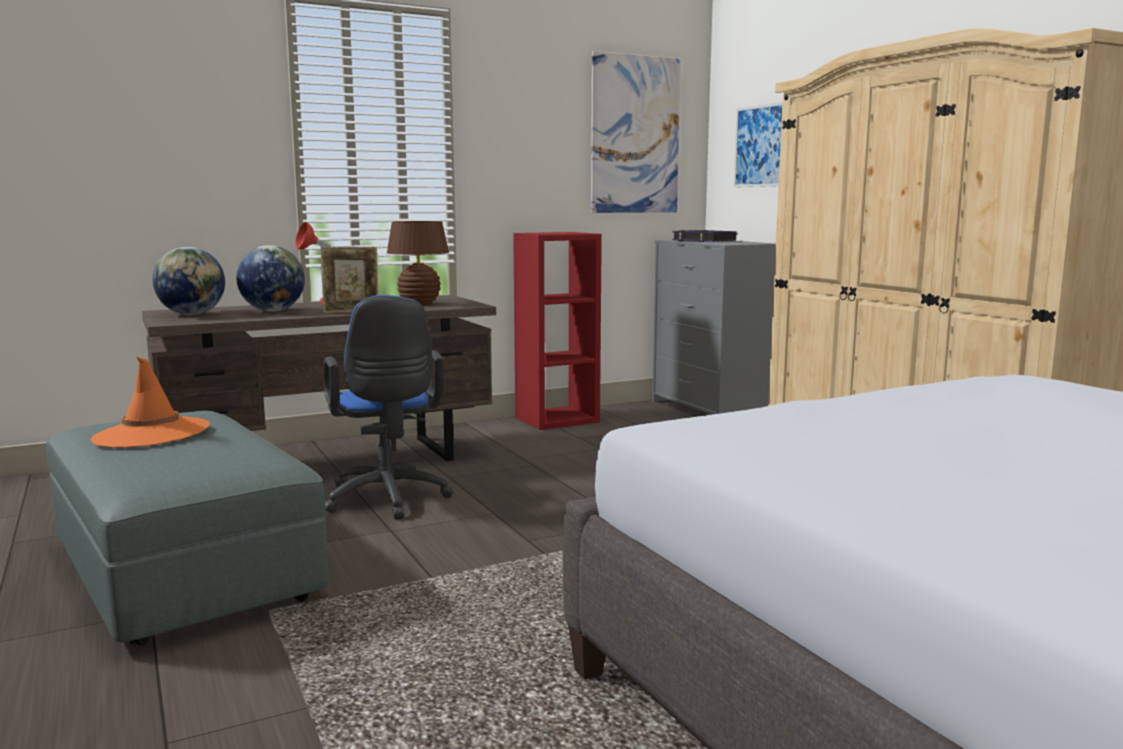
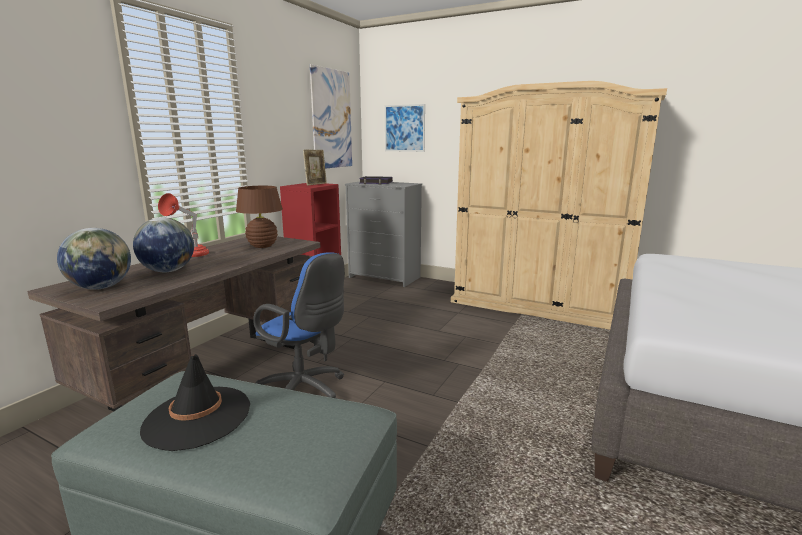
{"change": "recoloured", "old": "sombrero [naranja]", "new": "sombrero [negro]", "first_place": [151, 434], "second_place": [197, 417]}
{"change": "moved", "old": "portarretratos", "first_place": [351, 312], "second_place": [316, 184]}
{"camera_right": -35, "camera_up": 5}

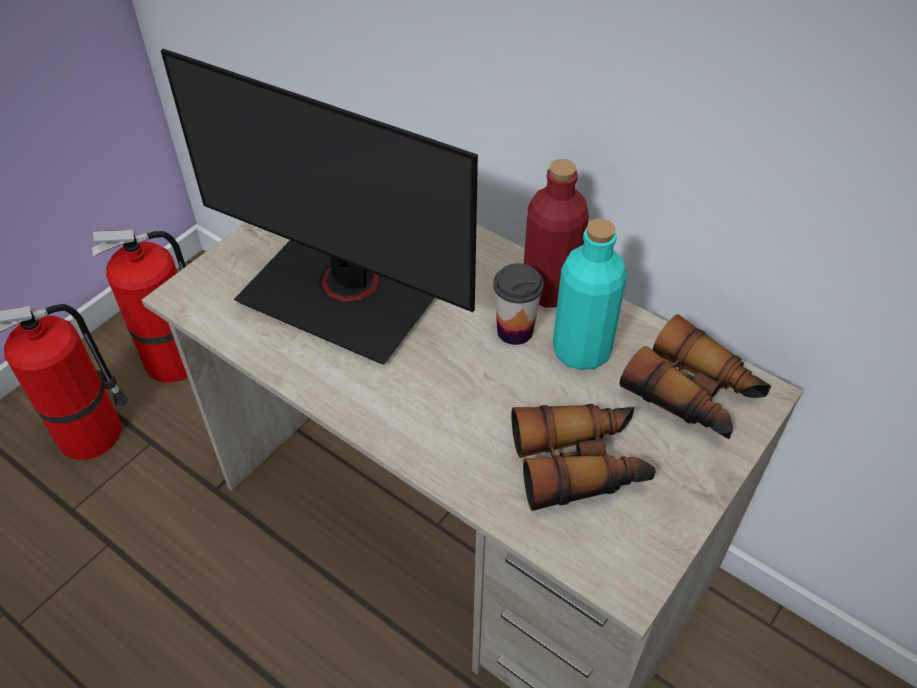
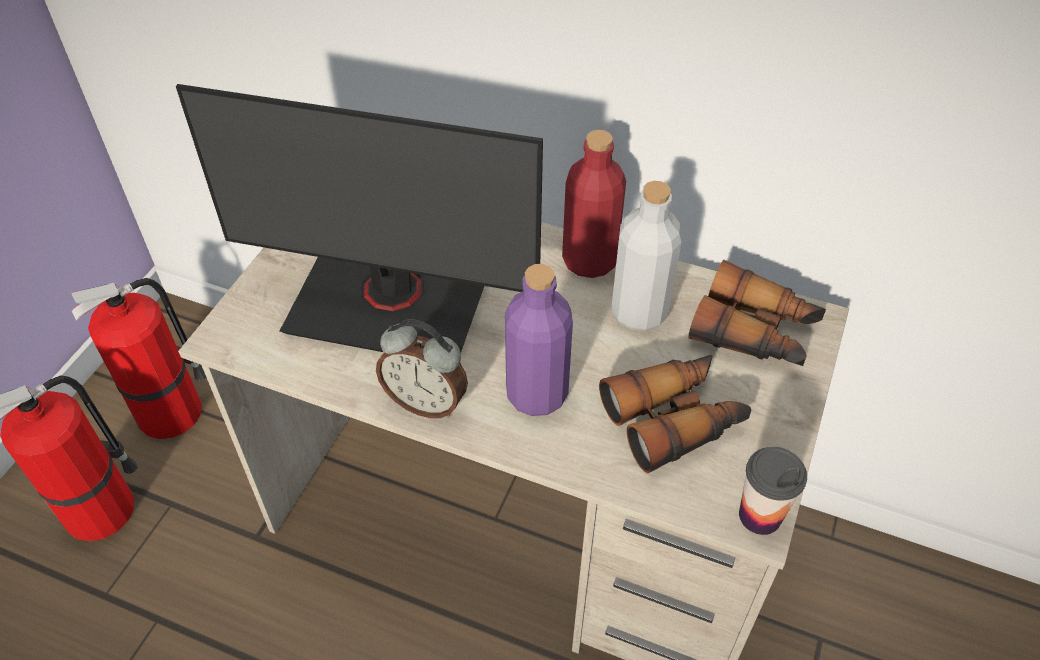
{"change": "moved", "old": "taza", "first_place": [515, 331], "second_place": [760, 515]}
{"change": "recoloured", "old": "botella [turquesa]", "new": "botella [gris]", "first_place": [581, 350], "second_place": [639, 312]}
{"change": "added", "new": "despertador", "second_place": [426, 402]}
{"change": "added", "new": "botella [morado]", "second_place": [536, 394]}
{"camera_right": -15, "camera_up": 0}

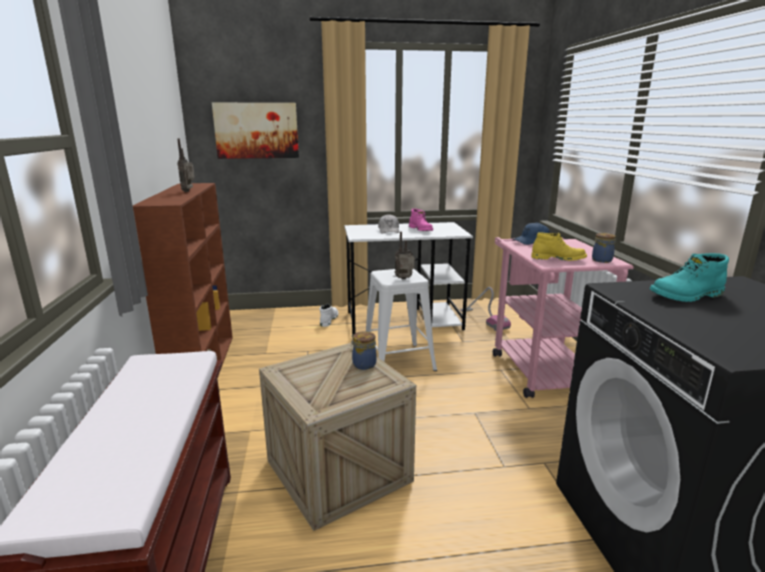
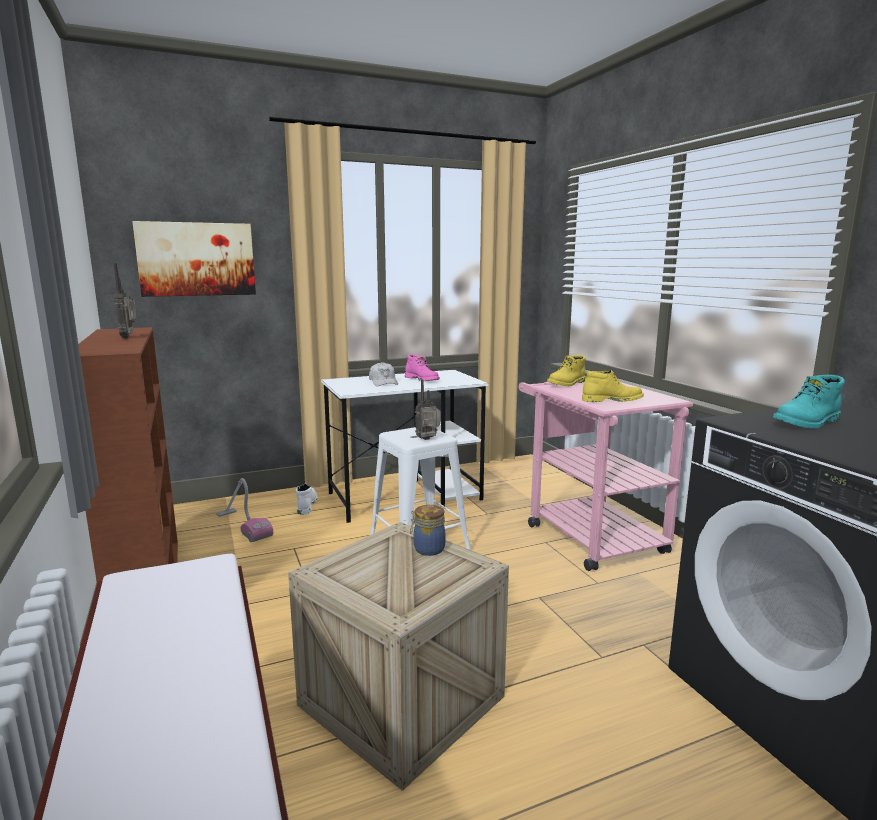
{"change": "moved", "old": "aspiradora", "first_place": [483, 319], "second_place": [243, 525]}
{"change": "replaced", "old": "gorra [azul]", "new": "bota [amarillo]", "first_place": [531, 241], "second_place": [567, 383]}
{"change": "removed", "old": "tarro", "first_place": [602, 260]}
{"camera_right": -15, "camera_up": -5}

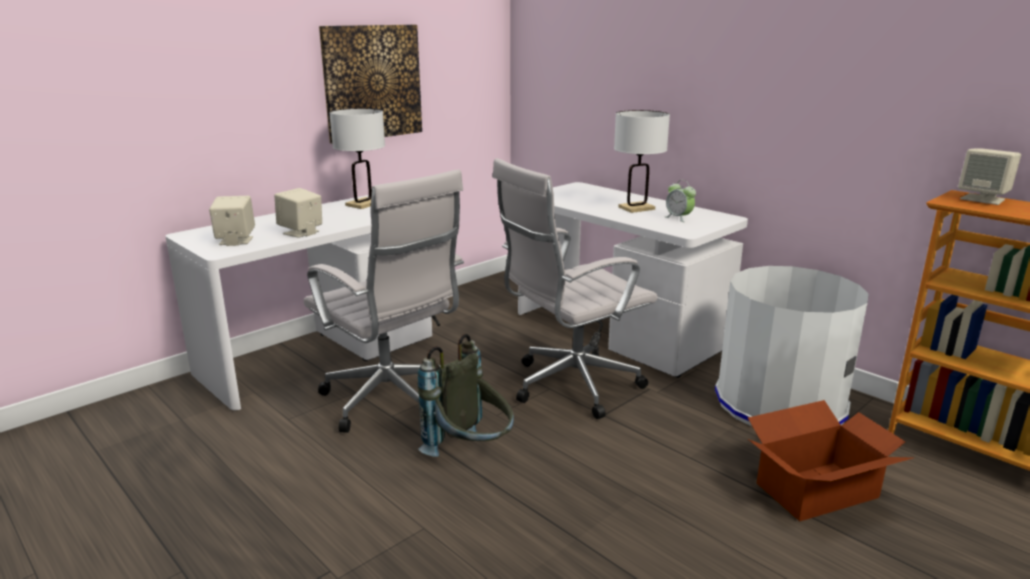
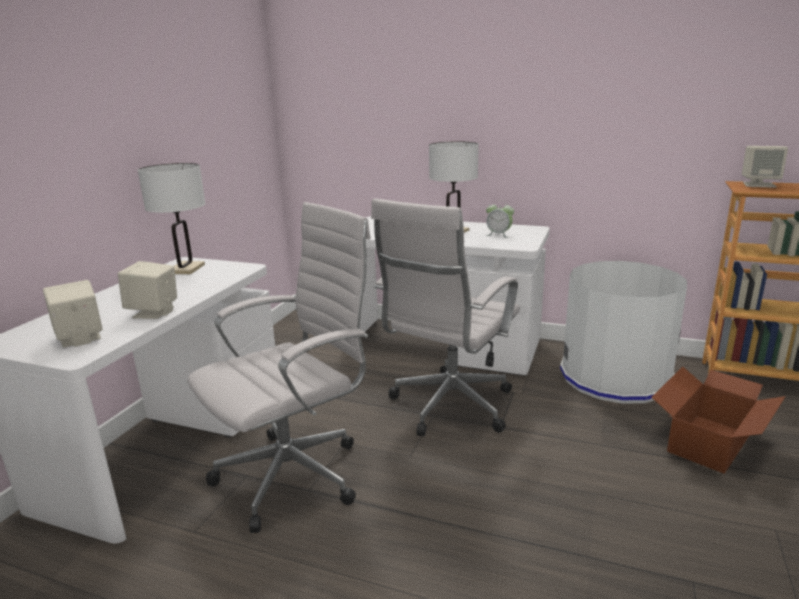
{"change": "turned", "old": "silla de oficina [blanco]", "first_place": [392, 402], "second_place": [296, 474], "degrees": -60}
{"change": "removed", "old": "cuadro", "first_place": [372, 82]}
{"change": "removed", "old": "mochila [gris]", "first_place": [471, 453]}
{"camera_right": -25, "camera_up": 0}

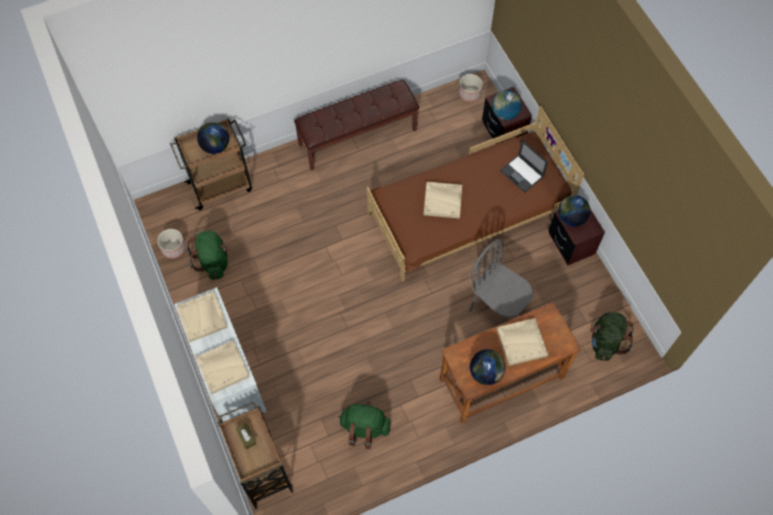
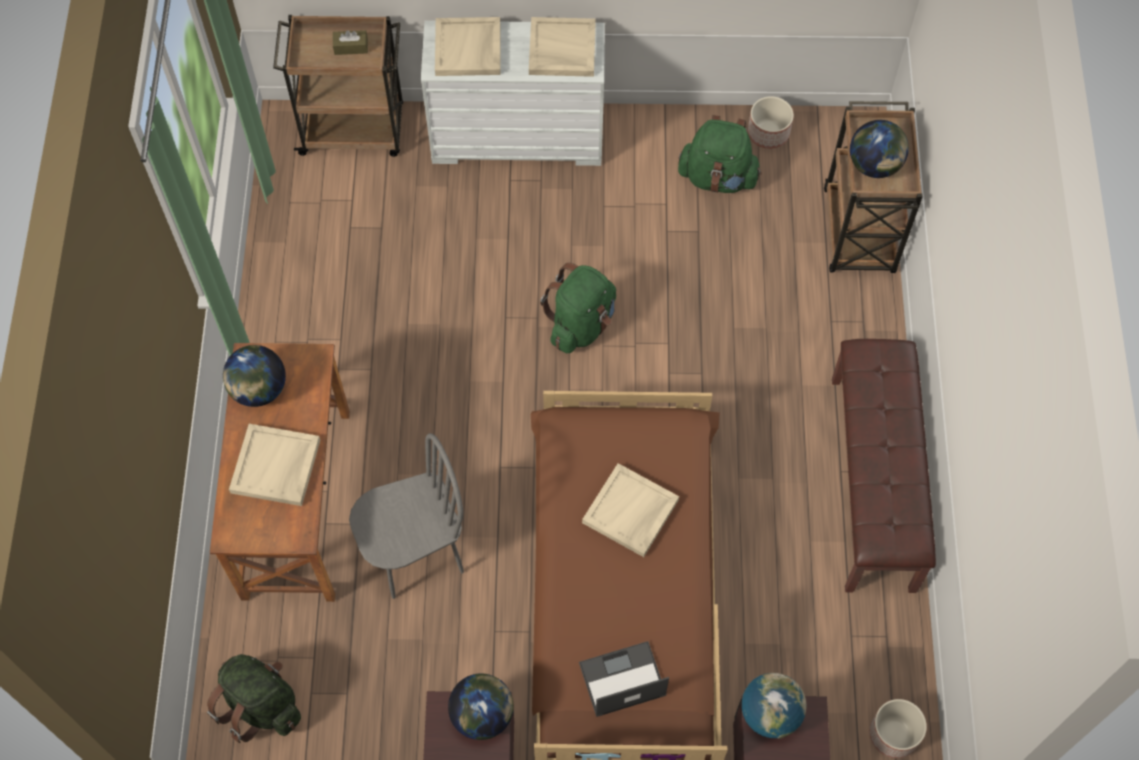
{"change": "moved", "old": "mochila [verde]", "first_place": [364, 428], "second_place": [581, 324]}
{"camera_right": 115, "camera_up": 0}

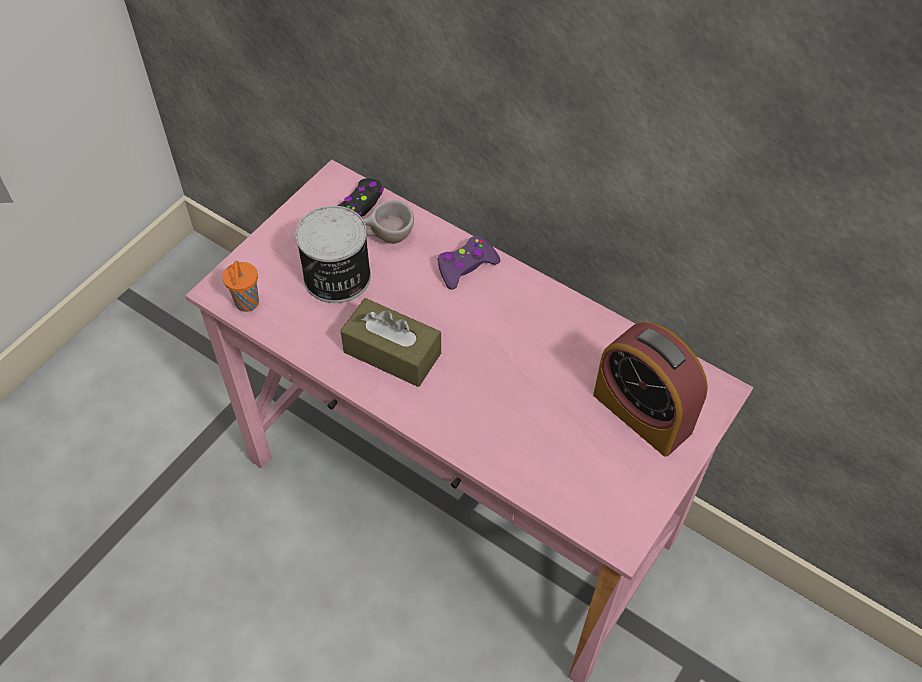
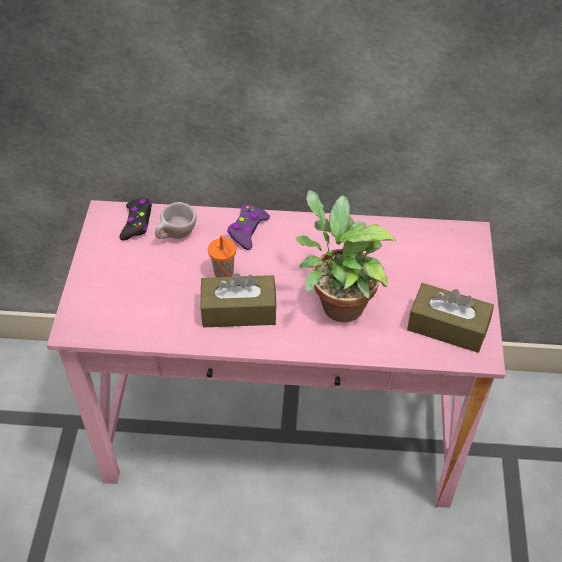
{"change": "moved", "old": "taza [naranja]", "first_place": [247, 304], "second_place": [224, 273]}
{"change": "removed", "old": "lata", "first_place": [337, 278]}
{"change": "removed", "old": "despertador", "first_place": [642, 413]}
{"change": "added", "new": "planta en maceta", "second_place": [337, 303]}
{"change": "added", "new": "caja de pañuelos [marrón]", "second_place": [447, 327]}
{"camera_right": -30, "camera_up": -5}

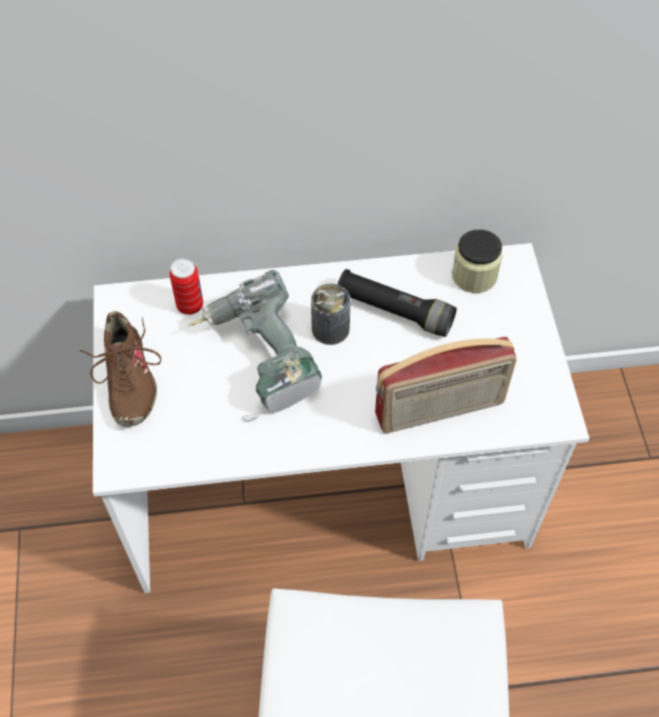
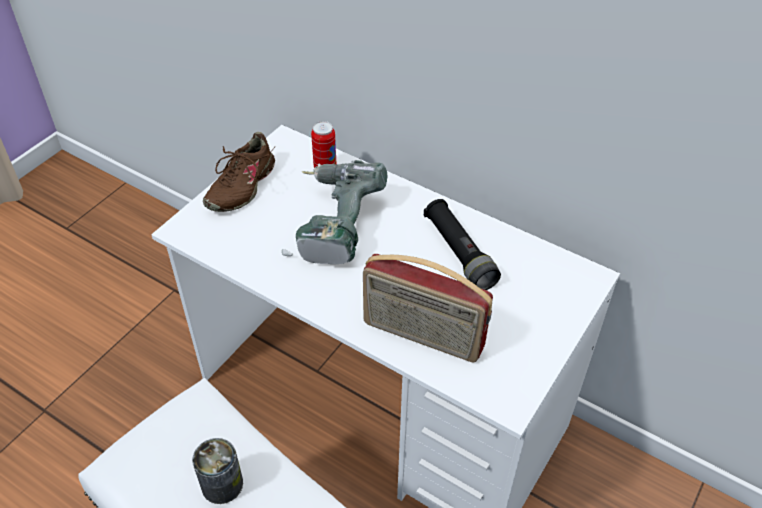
{"change": "moved", "old": "lata", "first_place": [330, 329], "second_place": [222, 484]}
{"change": "removed", "old": "tarro", "first_place": [474, 275]}
{"camera_right": 40, "camera_up": -10}

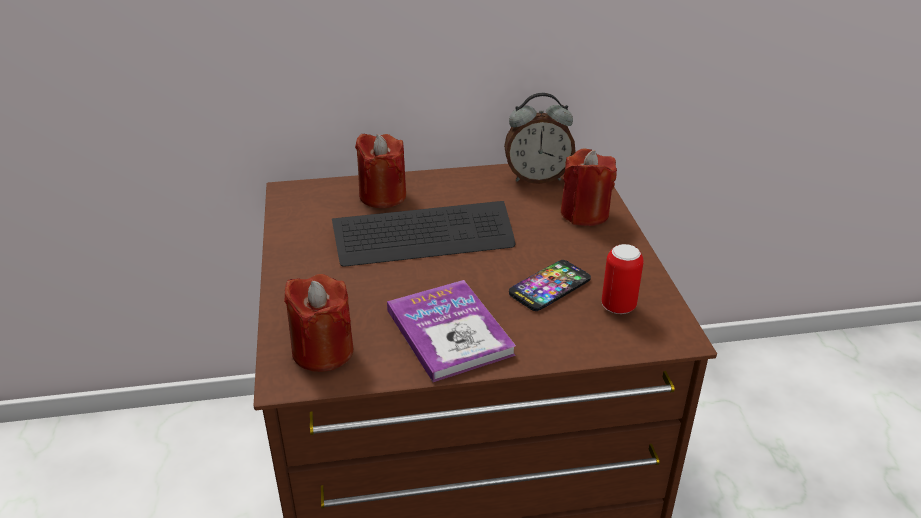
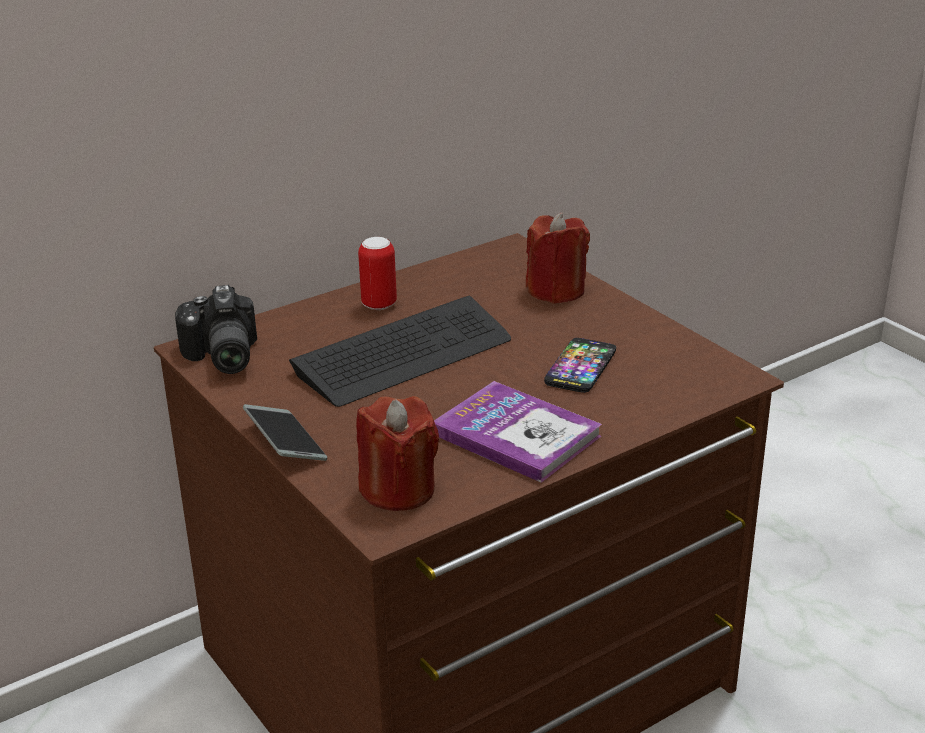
{"change": "removed", "old": "vela [rojo]", "first_place": [382, 196]}
{"change": "removed", "old": "despertador", "first_place": [537, 178]}
{"change": "moved", "old": "lata", "first_place": [618, 306], "second_place": [379, 304]}
{"change": "added", "new": "cámara", "second_place": [220, 357]}
{"change": "added", "new": "móvil", "second_place": [285, 442]}
{"camera_right": -25, "camera_up": -5}

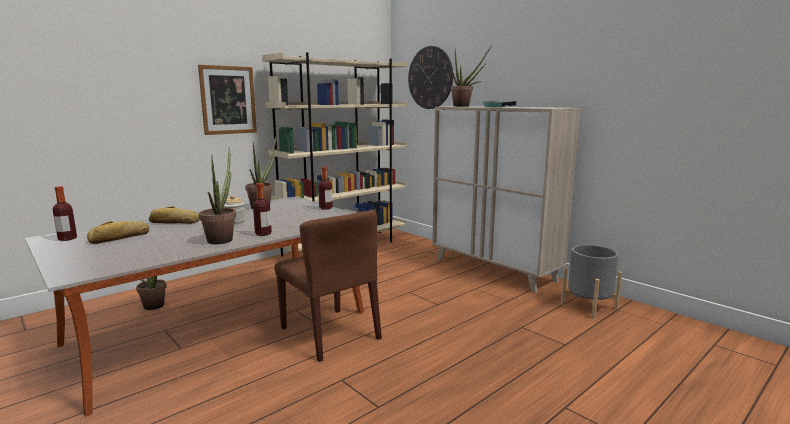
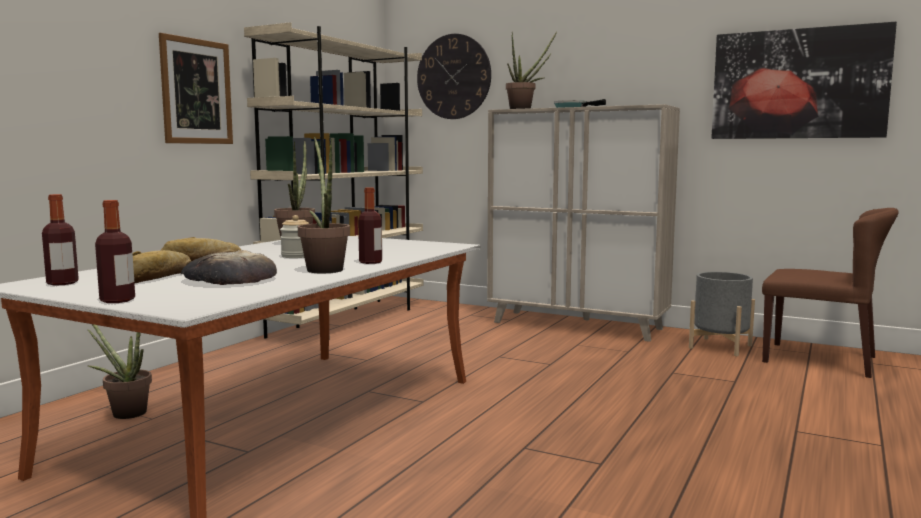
{"change": "moved", "old": "silla [marrón]", "first_place": [330, 333], "second_place": [820, 359]}
{"change": "moved", "old": "botella", "first_place": [325, 208], "second_place": [117, 300]}
{"change": "added", "new": "pan", "second_place": [230, 279]}
{"change": "added", "new": "cuadro", "second_place": [798, 84]}
{"camera_right": -20, "camera_up": -5}

